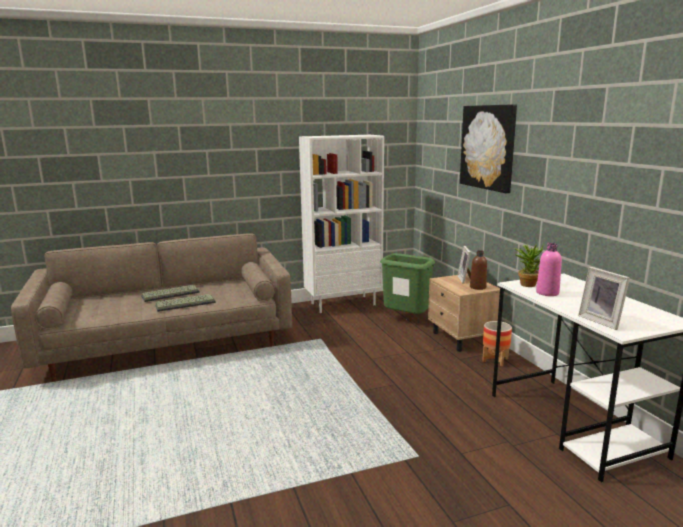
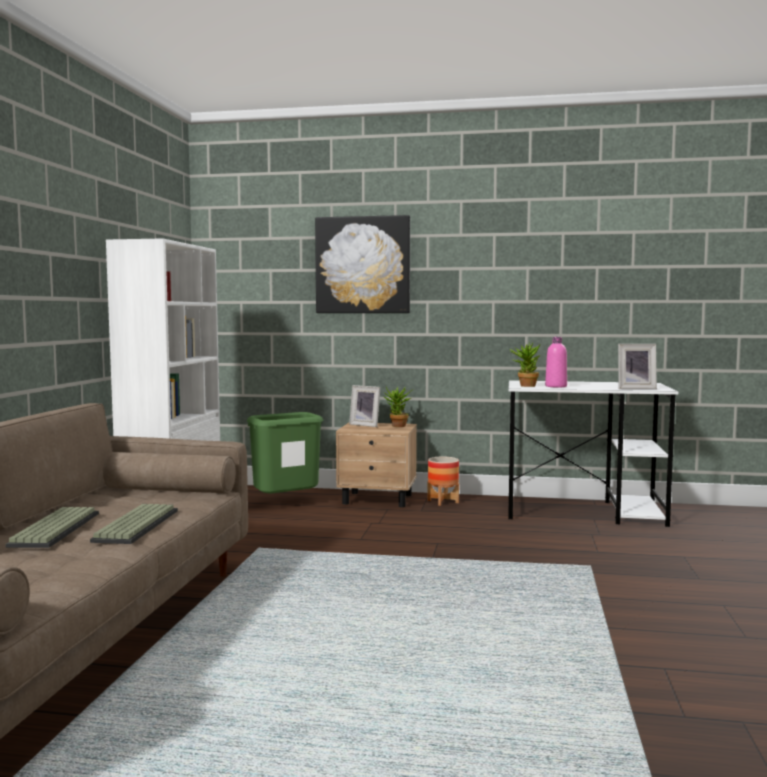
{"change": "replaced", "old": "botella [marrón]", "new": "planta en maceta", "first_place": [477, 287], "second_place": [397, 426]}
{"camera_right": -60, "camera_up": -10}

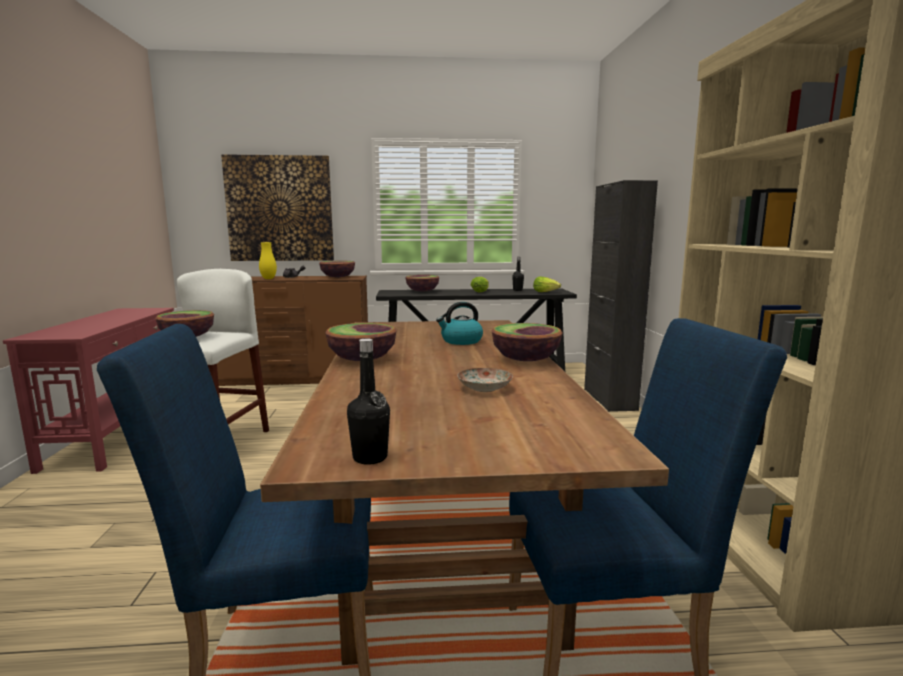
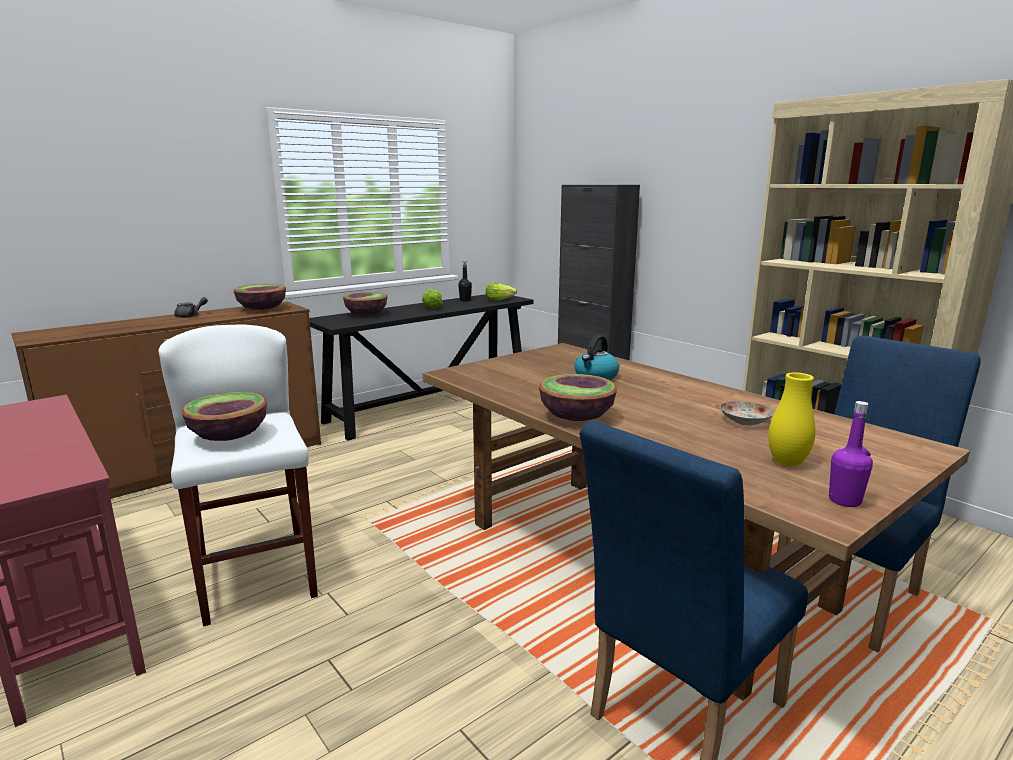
{"change": "removed", "old": "cuadro", "first_place": [279, 209]}
{"change": "moved", "old": "florero [amarillo]", "first_place": [268, 279], "second_place": [787, 463]}
{"change": "recoloured", "old": "botella [negro]", "new": "botella [morado]", "first_place": [370, 457], "second_place": [844, 500]}
{"change": "removed", "old": "cuenco", "first_place": [525, 360]}
{"camera_right": -35, "camera_up": 5}

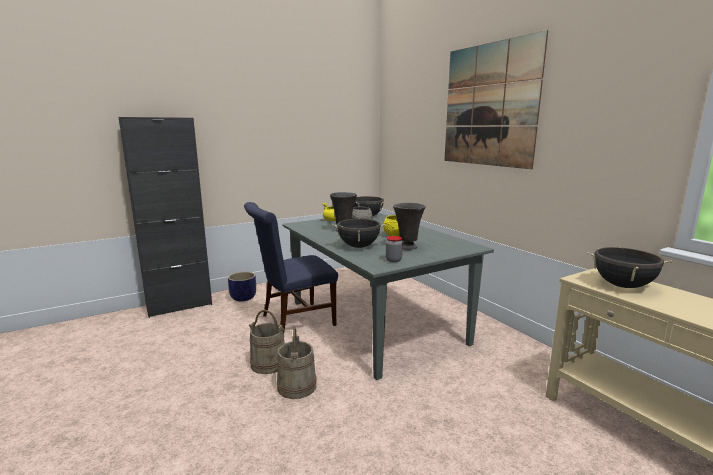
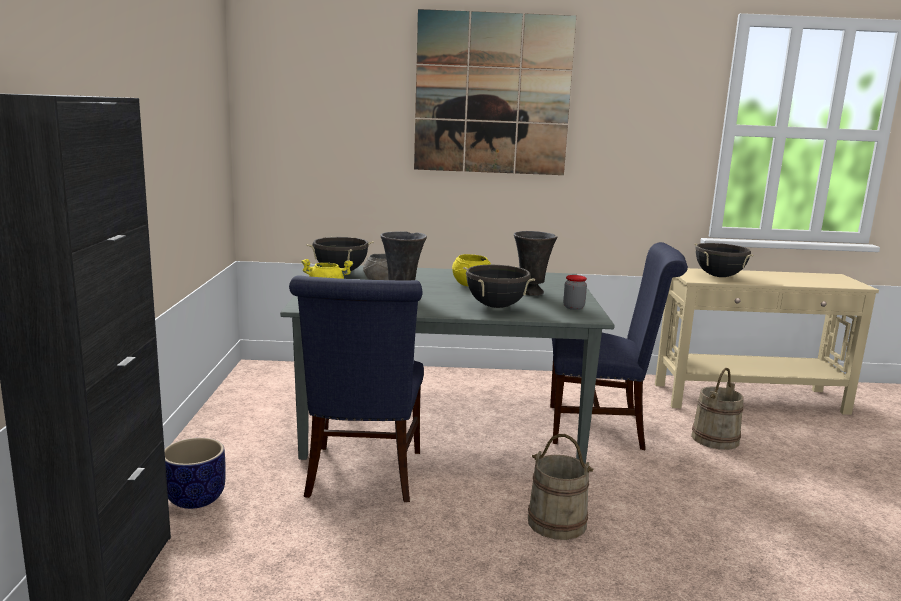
{"change": "moved", "old": "cubo [beis]", "first_place": [268, 363], "second_place": [714, 438]}
{"change": "added", "new": "silla [azul]", "second_place": [602, 427]}
{"camera_right": -60, "camera_up": 0}

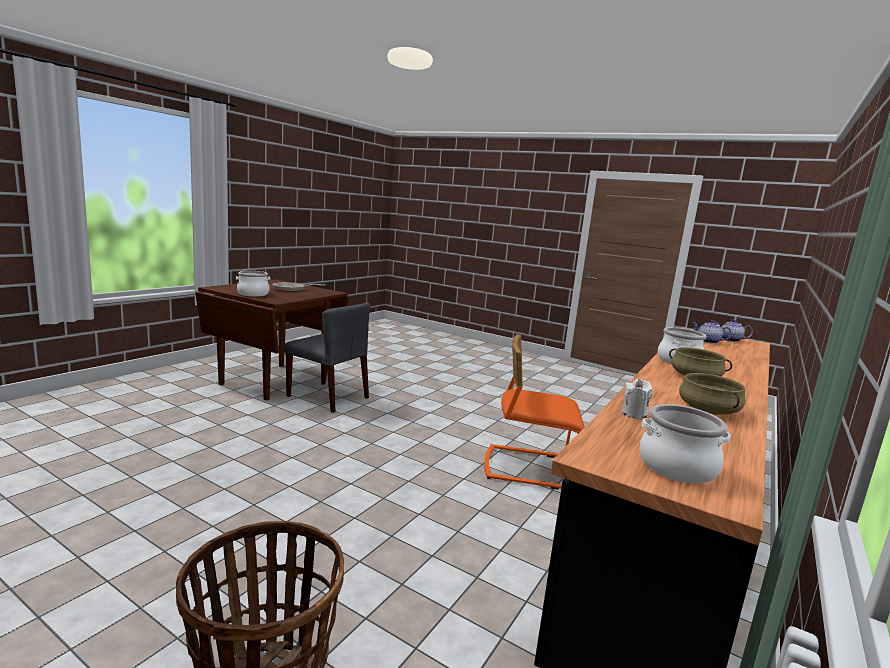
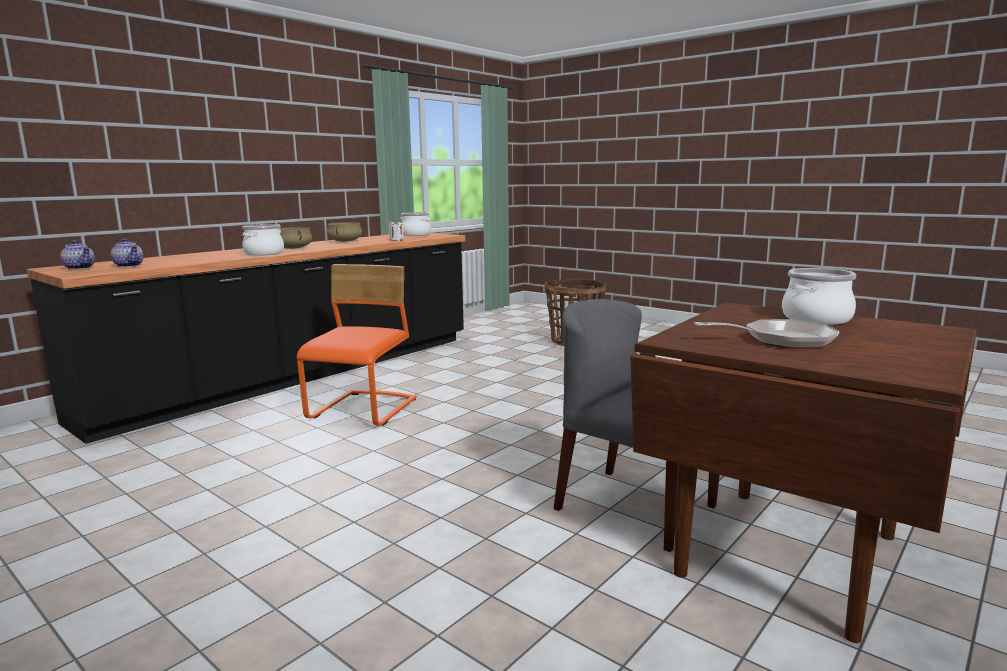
{"change": "turned", "old": "silla [naranja]", "first_place": [528, 467], "second_place": [364, 410], "degrees": -90}
{"camera_right": -170, "camera_up": 0}

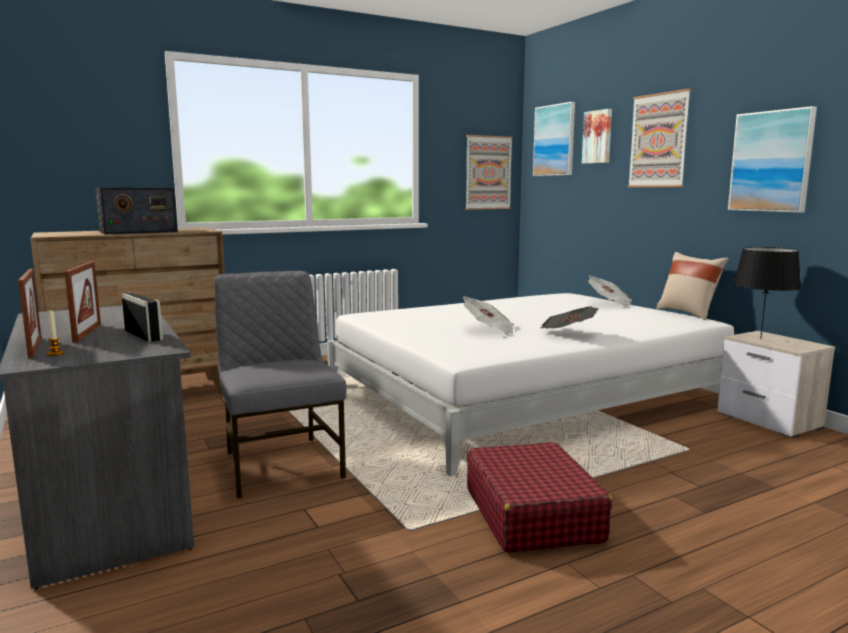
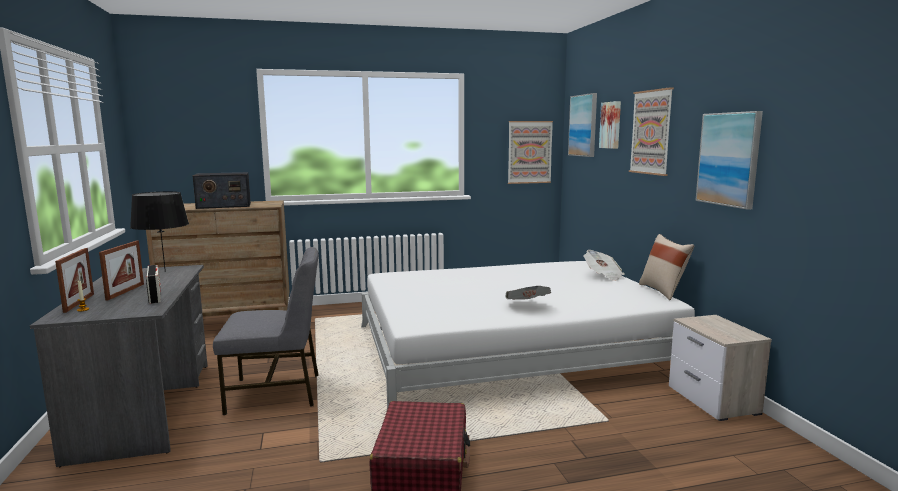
{"change": "turned", "old": "silla [gris]", "first_place": [281, 464], "second_place": [276, 393], "degrees": 90}
{"change": "removed", "old": "periódico", "first_place": [489, 330]}
{"change": "moved", "old": "lámpara de mesa [negro]", "first_place": [761, 339], "second_place": [165, 271]}
{"camera_right": 15, "camera_up": 0}

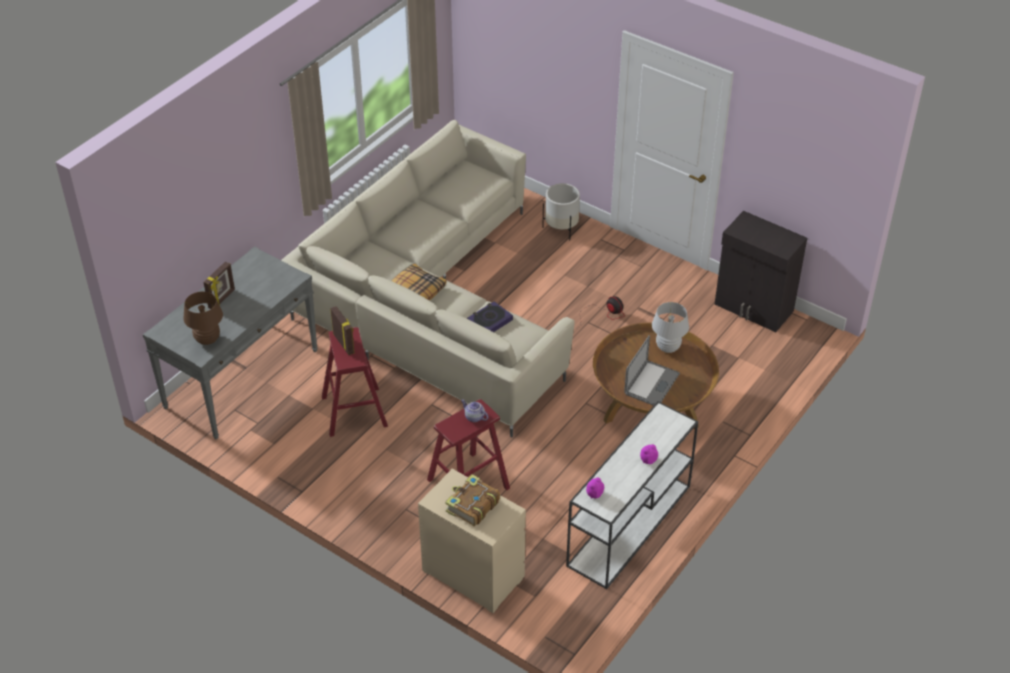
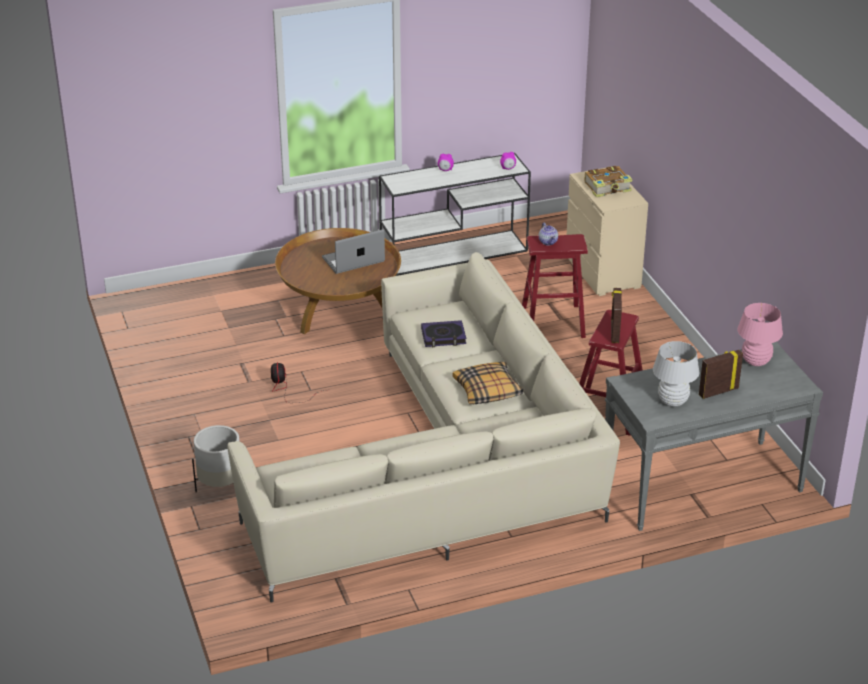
{"change": "recoloured", "old": "lámpara de mesa [marrón]", "new": "lámpara de mesa [rosa]", "first_place": [207, 339], "second_place": [756, 361]}
{"change": "moved", "old": "lámpara de mesa [blanco]", "first_place": [668, 347], "second_place": [672, 401]}
{"change": "removed", "old": "armario [negro]", "first_place": [753, 308]}
{"camera_right": -145, "camera_up": -10}

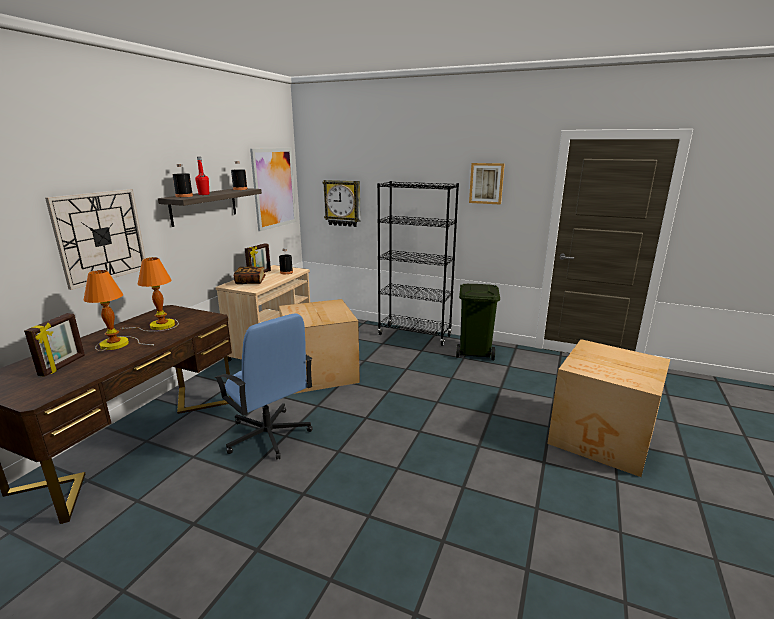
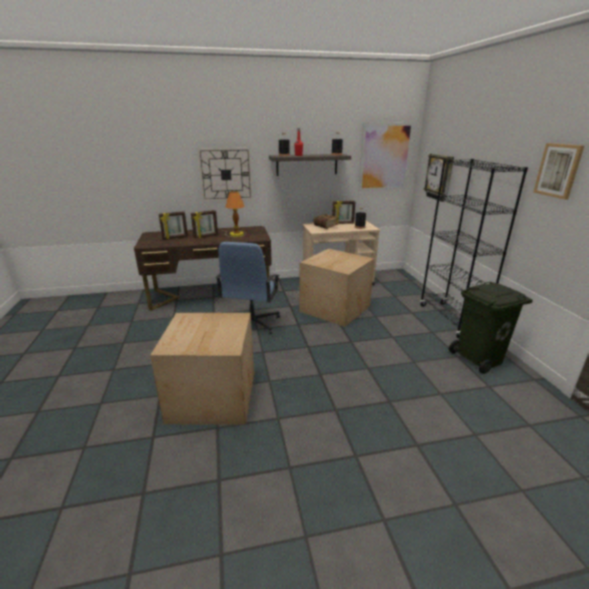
{"change": "replaced", "old": "lámpara de mesa", "new": "portarretratos", "first_place": [118, 344], "second_place": [206, 236]}
{"change": "moved", "old": "caja de cartón", "first_place": [602, 438], "second_place": [211, 397]}
{"camera_right": 55, "camera_up": 5}

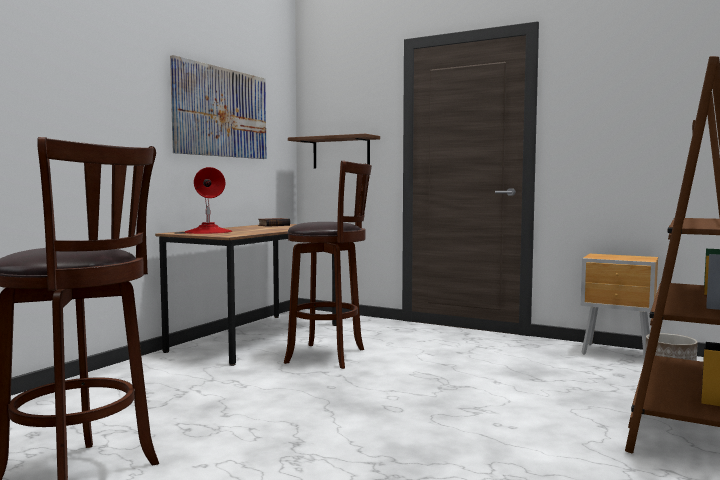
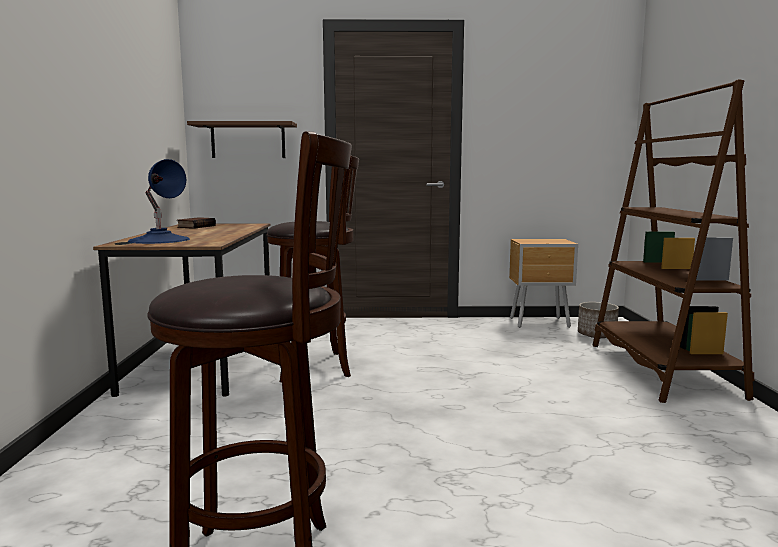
{"change": "removed", "old": "cuadro", "first_place": [221, 112]}
{"change": "recoloured", "old": "lámpara de mesa [rojo]", "new": "lámpara de mesa [azul]", "first_place": [208, 231], "second_place": [159, 240]}
{"camera_right": -30, "camera_up": 5}

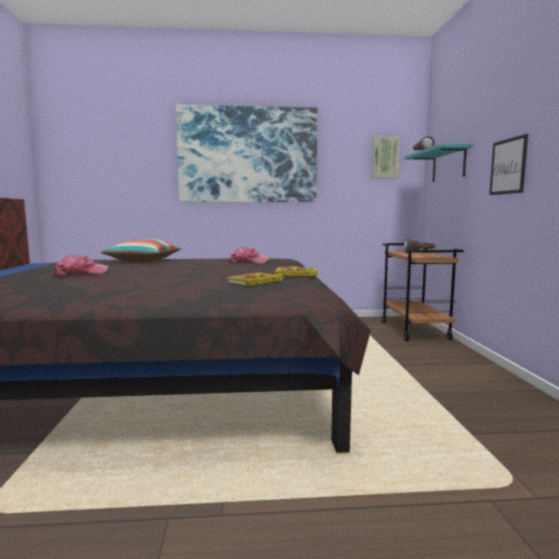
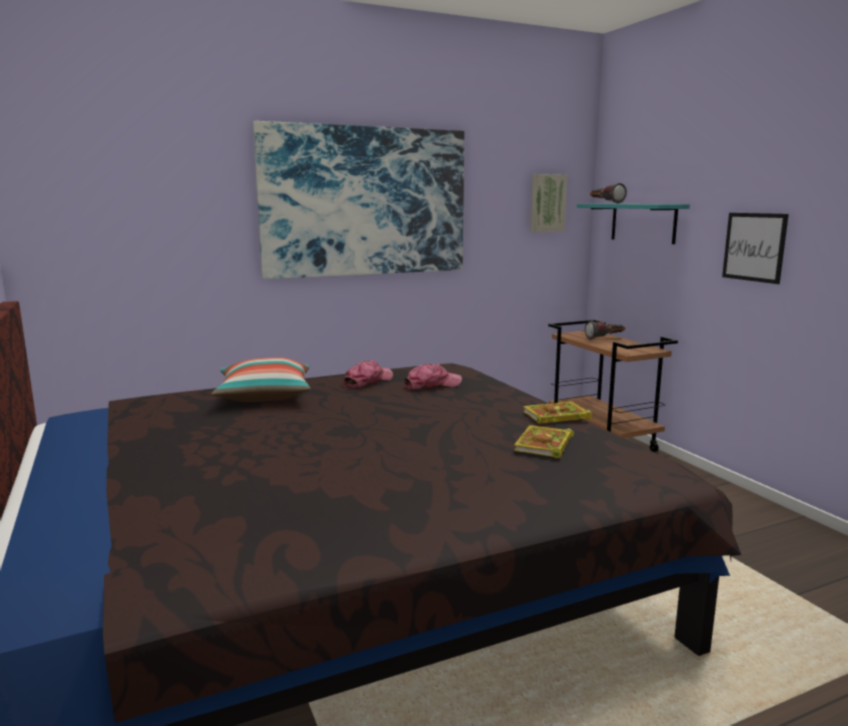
{"change": "moved", "old": "gorra", "first_place": [80, 274], "second_place": [368, 381]}
{"camera_right": -20, "camera_up": 5}

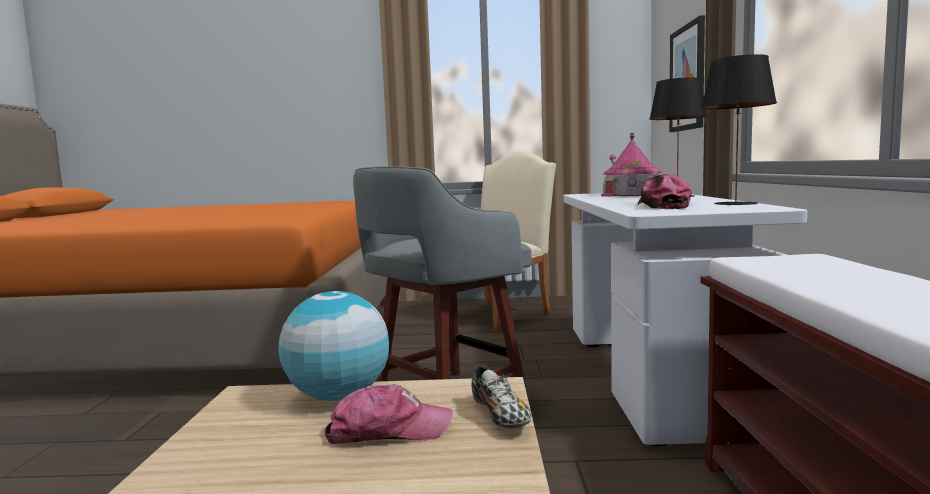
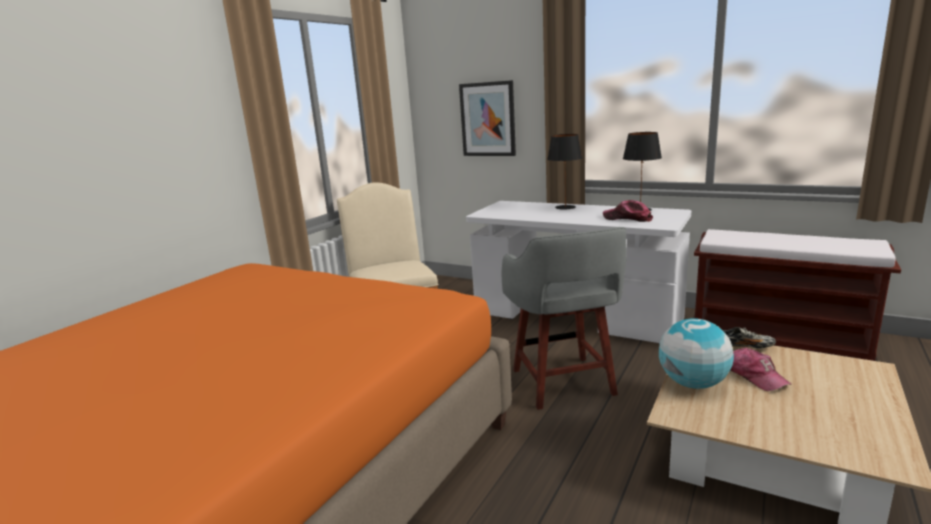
{"change": "turned", "old": "gorra", "first_place": [388, 431], "second_place": [754, 376], "degrees": 135}
{"change": "removed", "old": "casita", "first_place": [632, 194]}
{"camera_right": -60, "camera_up": 10}

